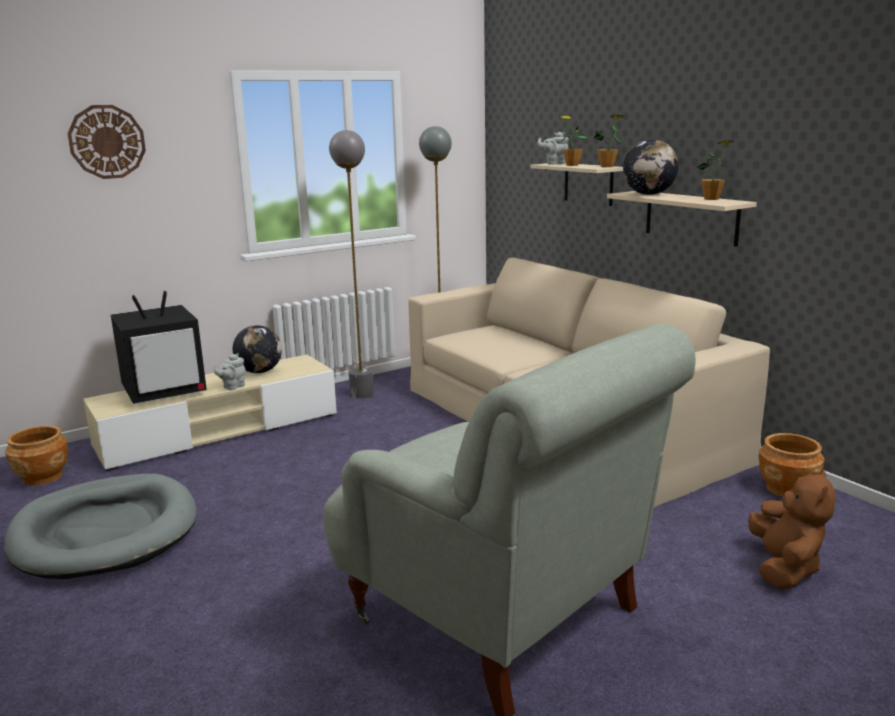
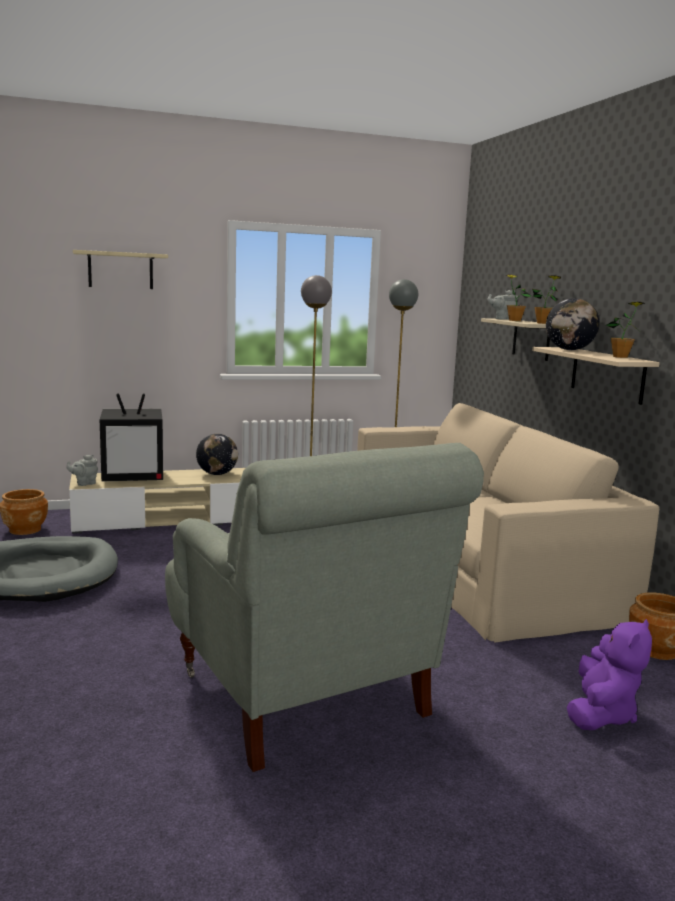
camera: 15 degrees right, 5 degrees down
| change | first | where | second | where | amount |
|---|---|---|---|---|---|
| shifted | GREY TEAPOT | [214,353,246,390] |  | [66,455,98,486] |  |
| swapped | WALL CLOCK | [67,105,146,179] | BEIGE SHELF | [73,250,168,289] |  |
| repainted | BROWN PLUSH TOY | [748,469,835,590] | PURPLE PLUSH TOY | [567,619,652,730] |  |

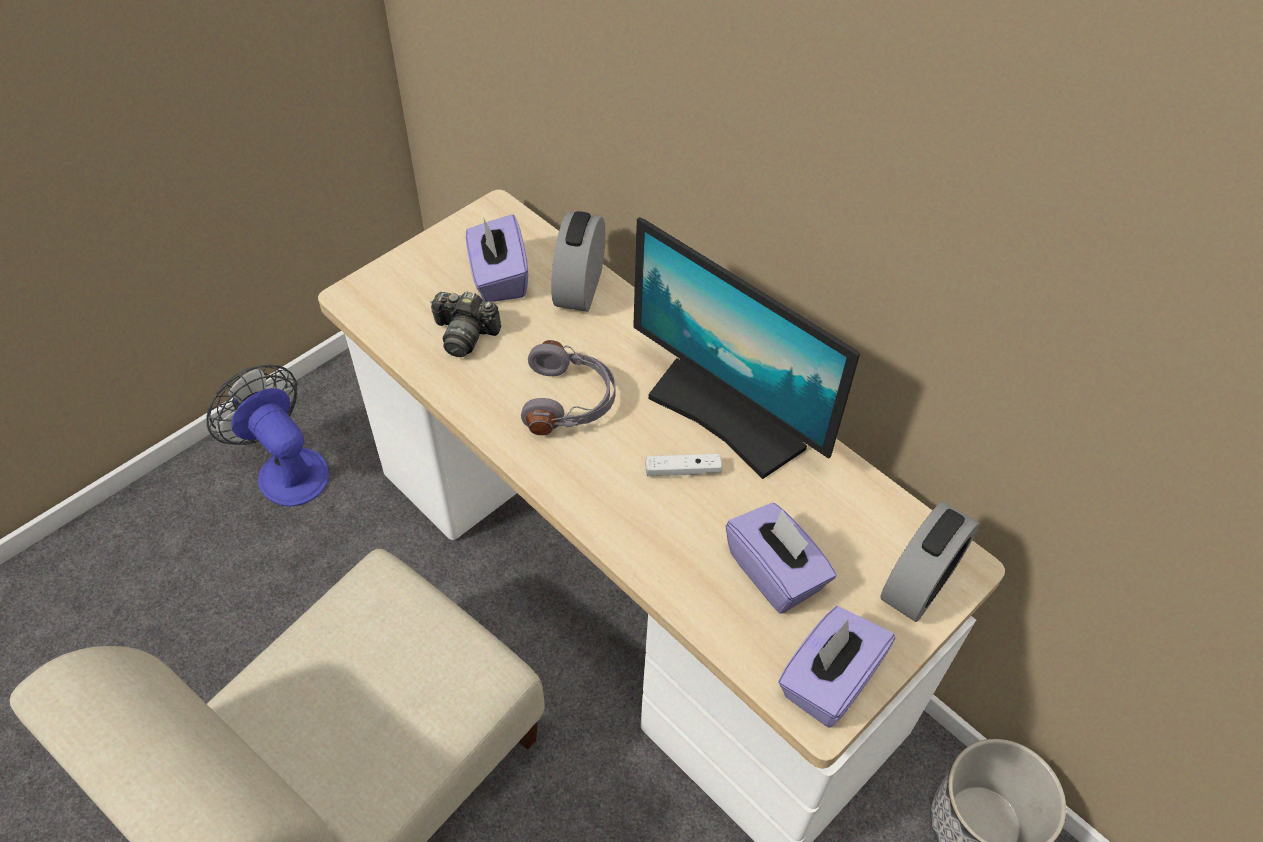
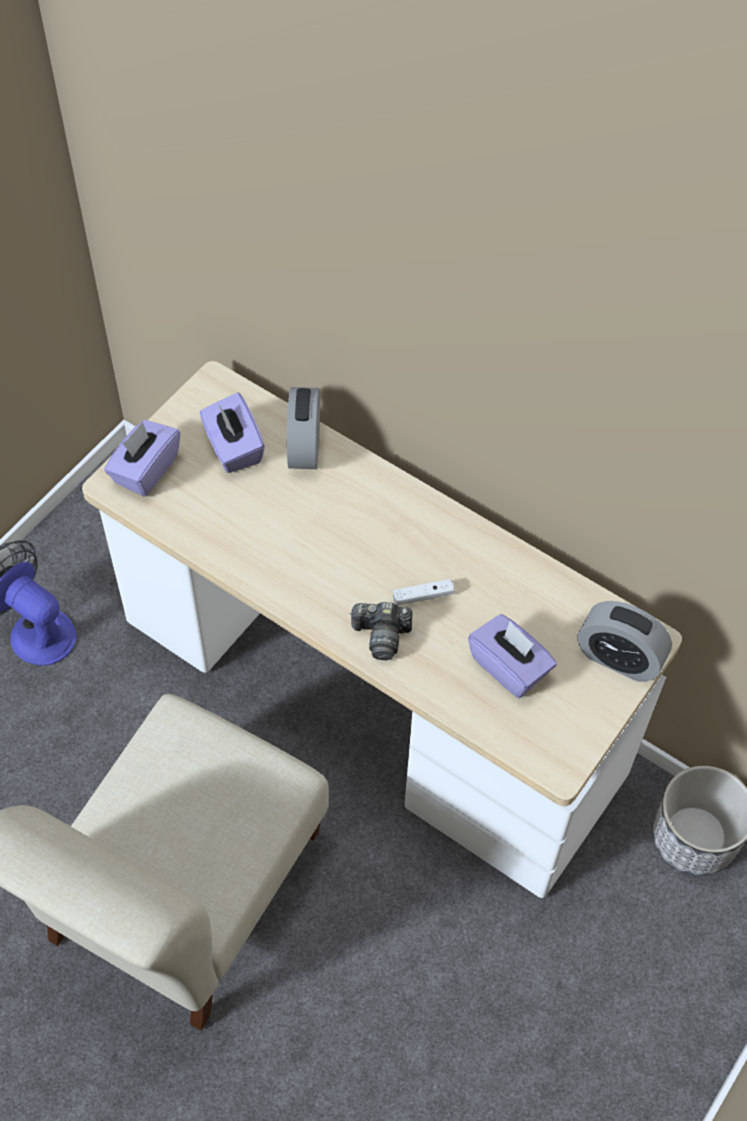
camera: 10 degrees left, 5 degrees up
| change | first | where | second | where | amount |
|---|---|---|---|---|---|
| gone | GREY HEADPHONES | [521,340,616,435] |  |  |  |
| gone | MONITOR | [633,217,860,479] |  |  |  |
| shifted | PHOTO CAMERA | [430,292,501,357] |  | [349,602,412,660] |  |
| shifted | PURPLE TISSUE BOX | [778,606,895,728] |  | [104,420,180,497] |  |
| rotated | ALARM CLOCK | [881,501,980,622] |  | [578,601,672,682] | 90 degrees clockwise |

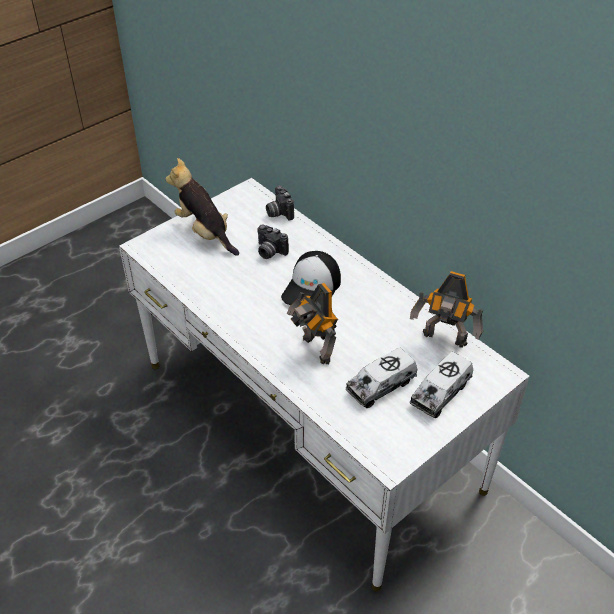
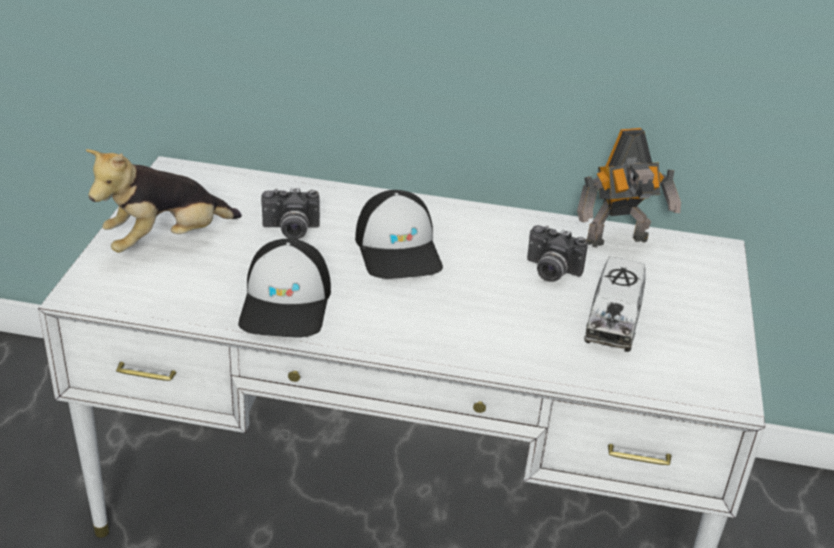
camera: 40 degrees left, 10 degrees down
| change | first | where | second | where | amount |
|---|---|---|---|---|---|
| gone | TOY ROBOT | [287,283,338,364] |  |  |  |
| gone | TOY TRUCK | [410,352,473,418] |  |  |  |
| new |  |  | CAP | [238,238,331,338] |  |
| shifted | PHOTO CAMERA | [266,185,294,221] |  | [527,225,588,282] |  |
| rotated | PLUSH TOY | [166,158,239,256] |  | [86,149,242,253] | 45 degrees counterclockwise |

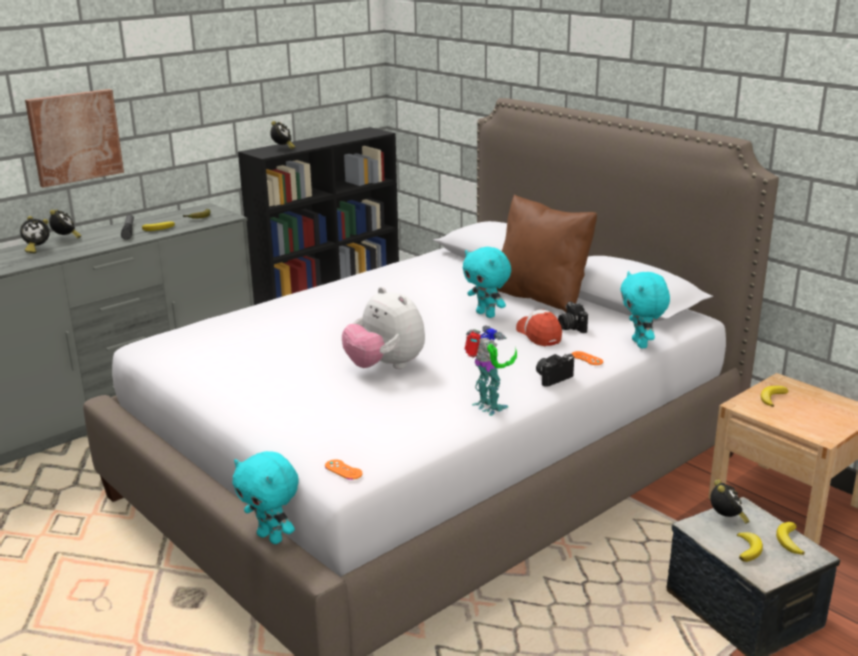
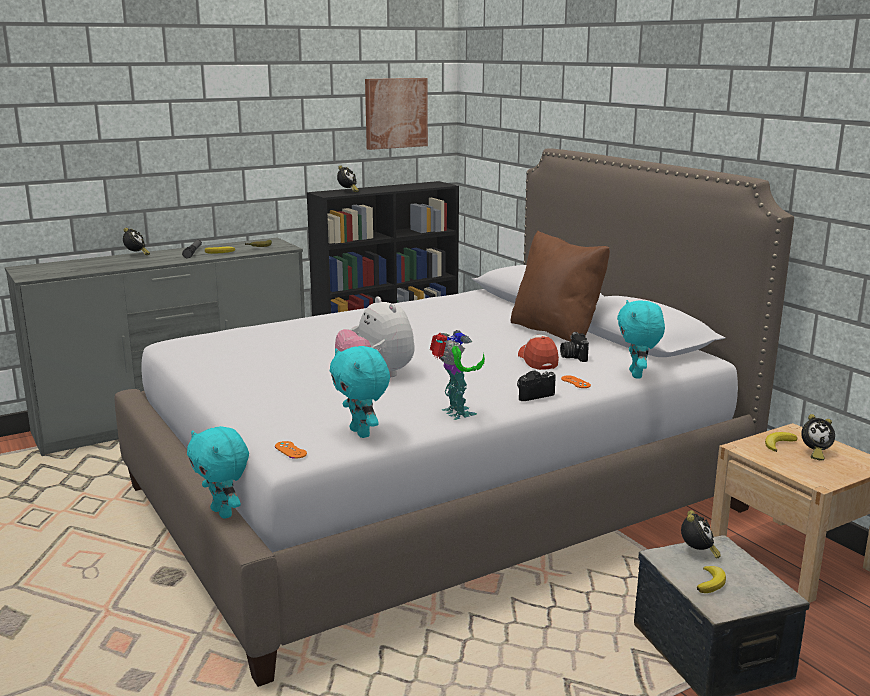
camera: 10 degrees right, 5 degrees down
| change | first | where | second | where | amount |
|---|---|---|---|---|---|
| gone | BANANA | [776,522,805,555] |  |  |  |
| shifted | ALARM CLOCK | [20,216,50,253] |  | [801,414,835,461] |  |
| shifted | PICTURE | [25,89,124,188] |  | [365,78,428,150] |  |
| shifted | TURQUOISE PLUSH TOY | [463,247,511,318] |  | [330,346,390,438] |  |

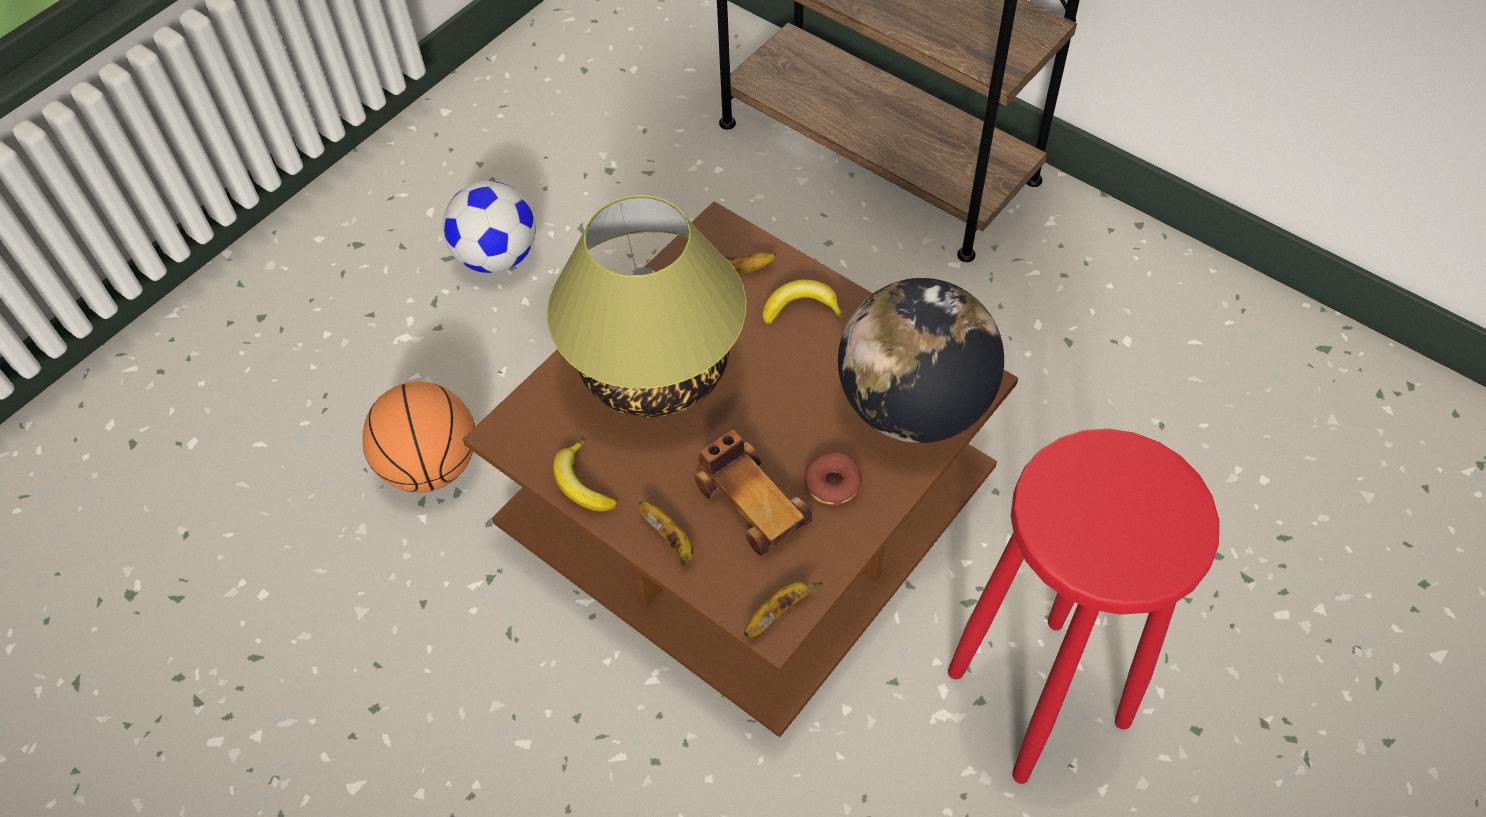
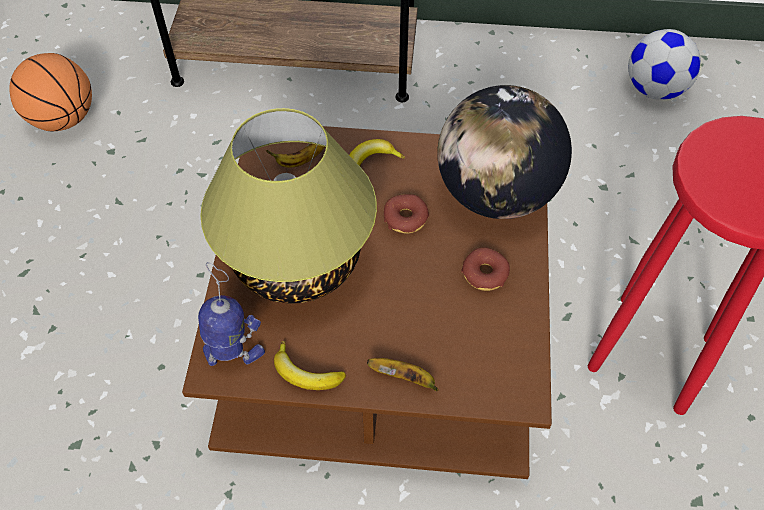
camera: 35 degrees left, 0 degrees up
| change | first | where | second | where | amount |
|---|---|---|---|---|---|
| gone | TOY CAR | [694,430,813,556] |  |  |  |
| gone | BANANA | [744,581,823,637] |  |  |  |
| new |  |  | TOY ROBOT | [198,262,265,366] |  |
| new |  |  | DONUT | [384,194,429,234] |  |
| shifted | BASKETBALL | [363,381,475,493] |  | [9,53,92,131] |  |
| shifted | FOOTBALL | [443,181,536,273] |  | [628,29,701,100] |  |

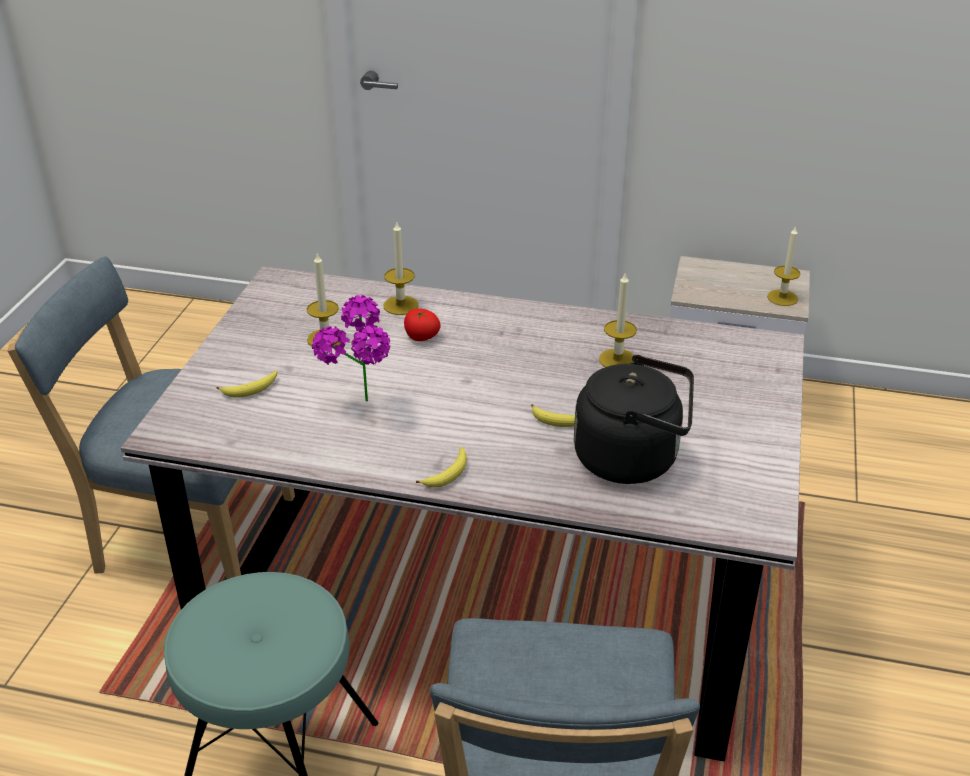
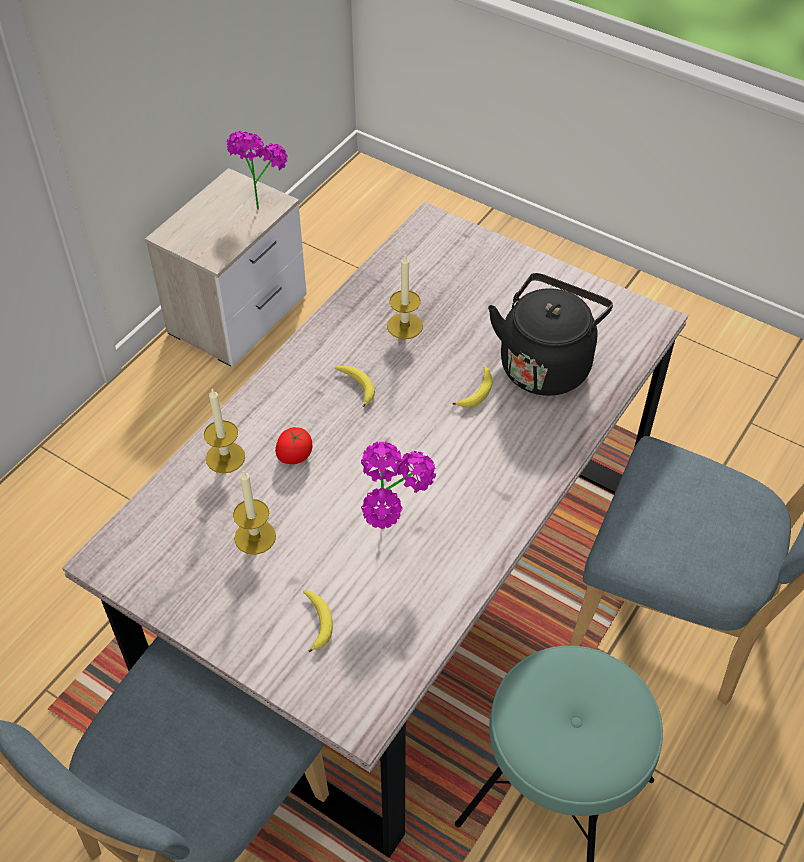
camera: 70 degrees left, 15 degrees up
| change | first | where | second | where | amount |
|---|---|---|---|---|---|
| shifted | BANANA | [416,447,467,487] |  | [335,366,375,407] |  |
| swapped | CANDLE | [767,225,801,306] | POTTED PLANT | [226,130,288,210] |  |

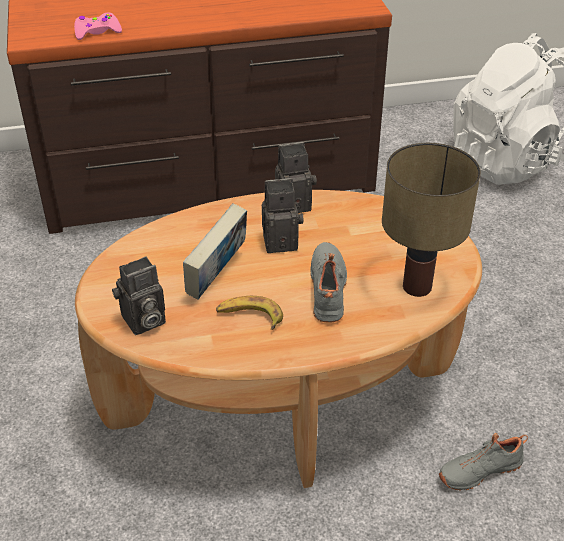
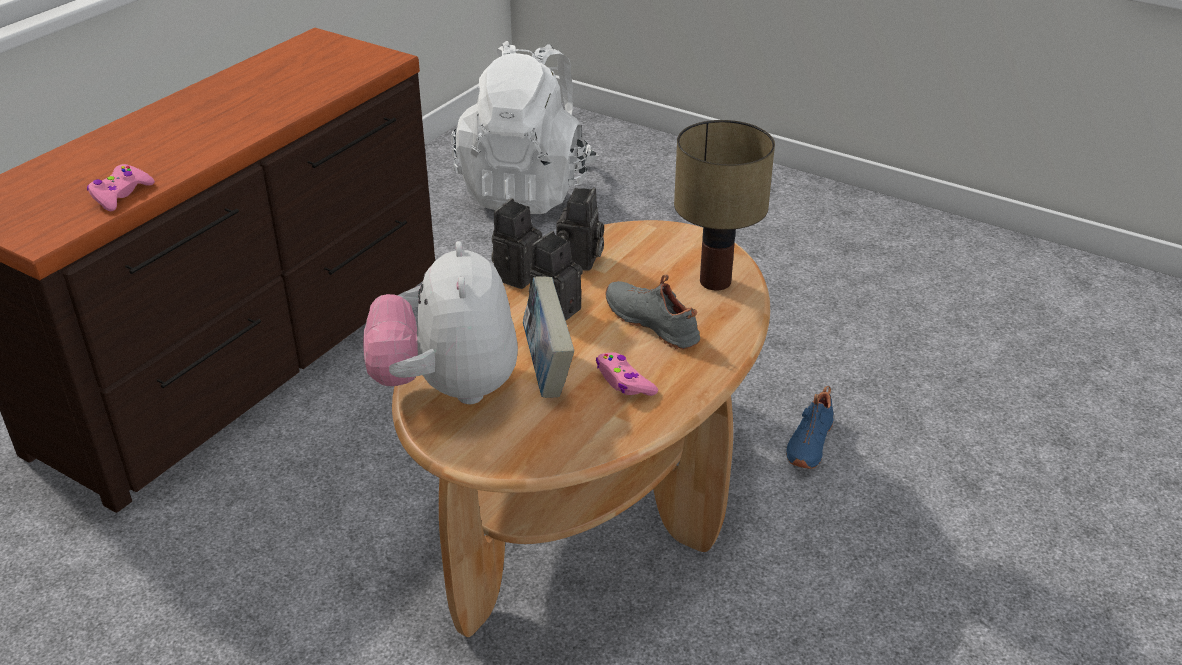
camera: 45 degrees left, 5 degrees down
| change | first | where | second | where | amount |
|---|---|---|---|---|---|
| new |  |  | PLUSH TOY | [363,241,518,404] |  |
| shifted | PHOTO CAMERA | [112,256,166,335] |  | [556,187,604,271] |  |
| swapped | BANANA | [216,296,283,330] | PINK GAME CONTROLLER | [596,352,658,396] |  |
| repainted | GREY SHOE | [439,433,528,491] | BLUE SHOE | [786,386,833,469] |  |

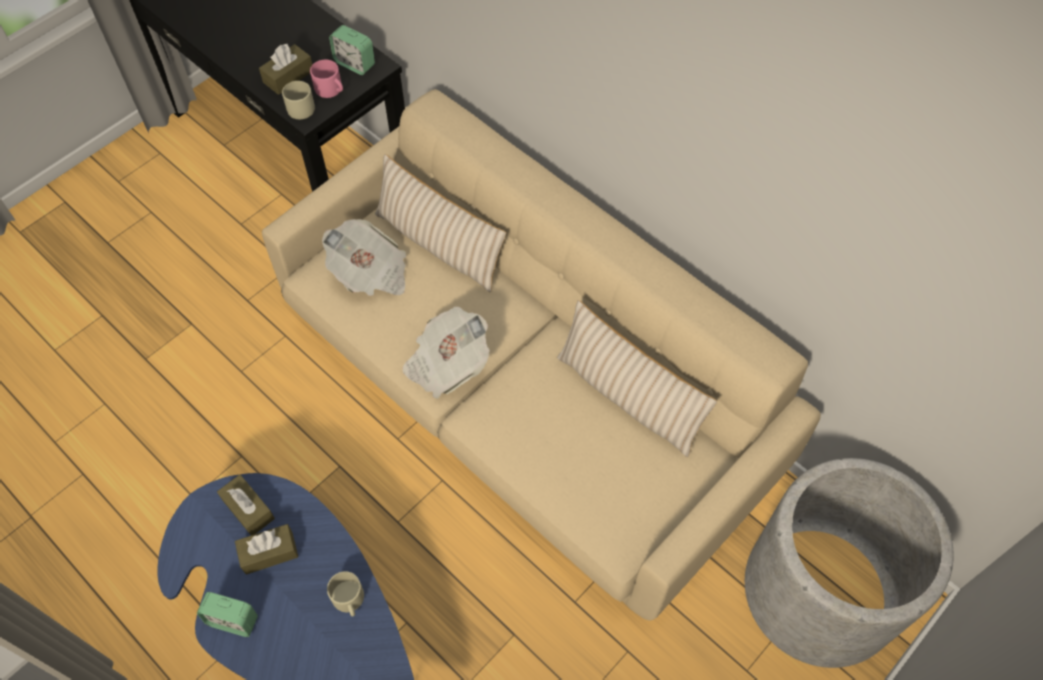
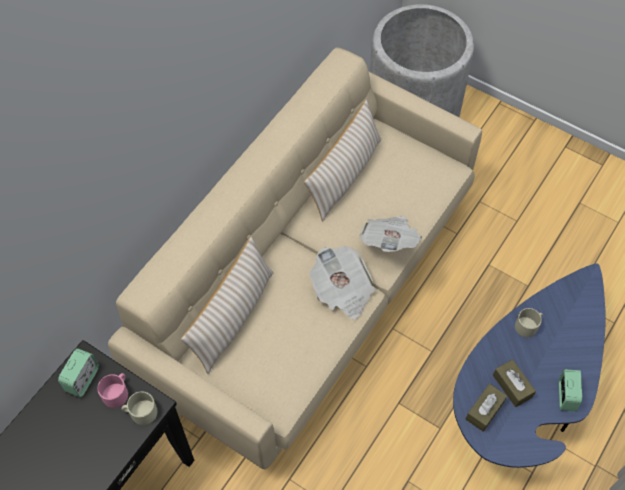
camera: 100 degrees left, 0 degrees up
| change | first | where | second | where | amount |
|---|---|---|---|---|---|
| gone | BROWN TISSUE BOX | [259,43,312,95] |  |  |  |
| shifted | NEWSPAPER | [322,219,406,296] |  | [359,216,422,252] |  |

